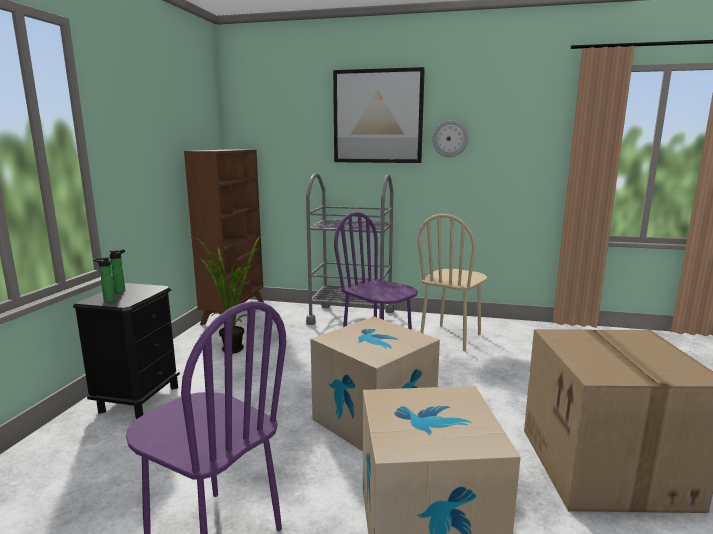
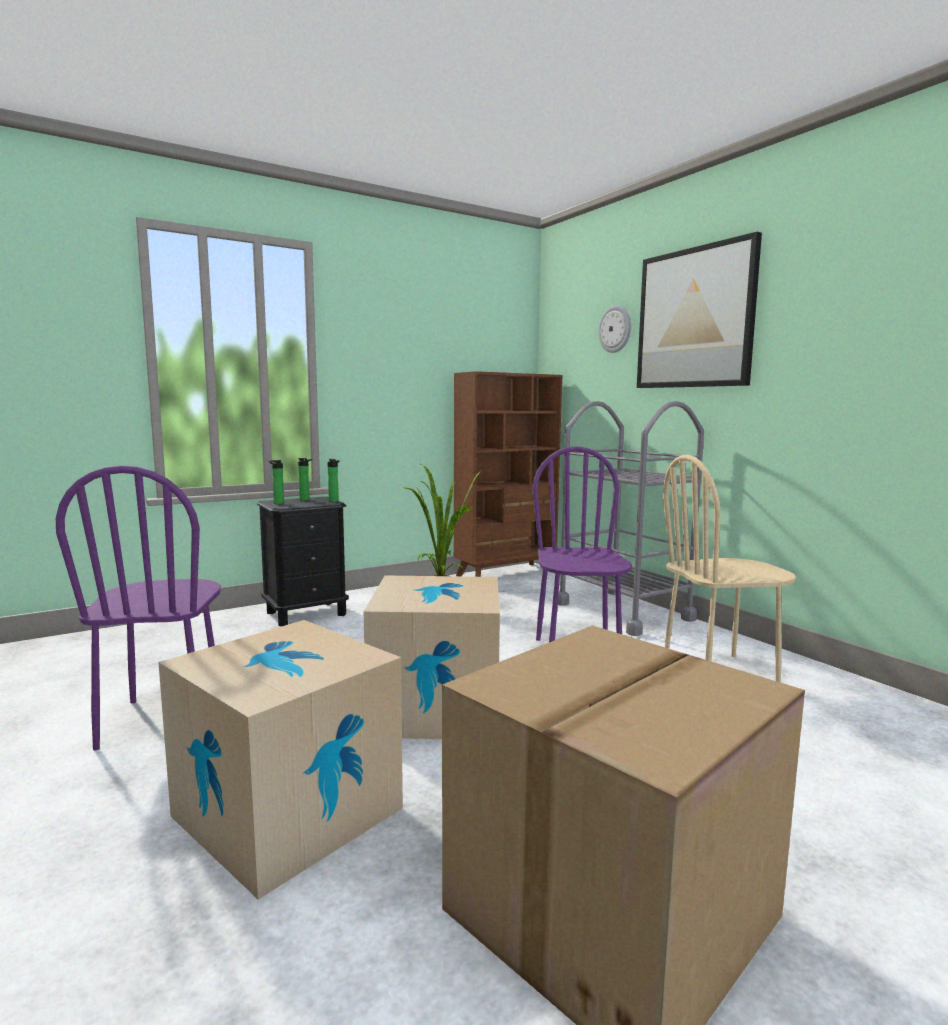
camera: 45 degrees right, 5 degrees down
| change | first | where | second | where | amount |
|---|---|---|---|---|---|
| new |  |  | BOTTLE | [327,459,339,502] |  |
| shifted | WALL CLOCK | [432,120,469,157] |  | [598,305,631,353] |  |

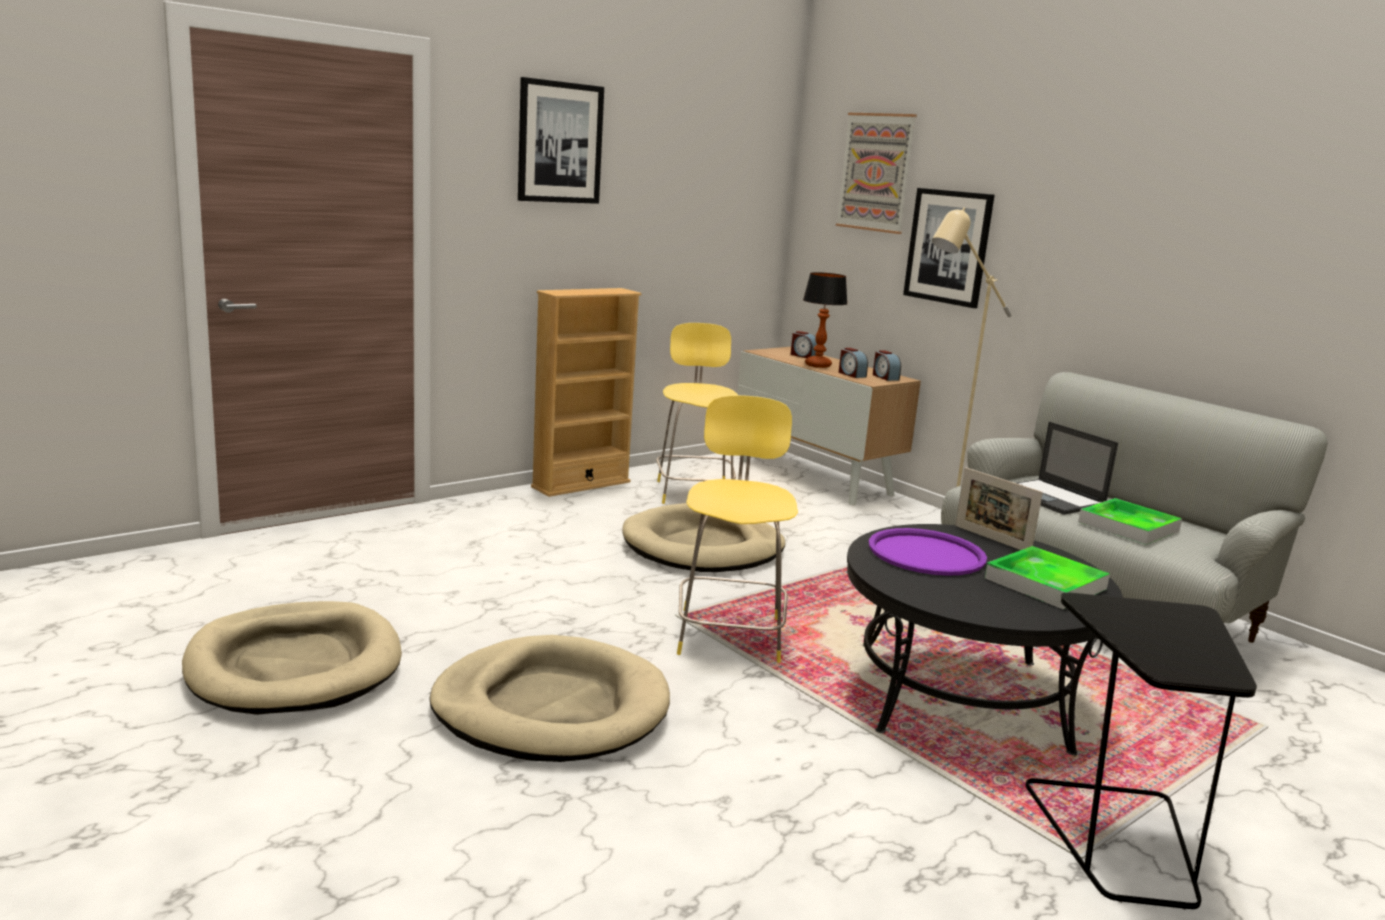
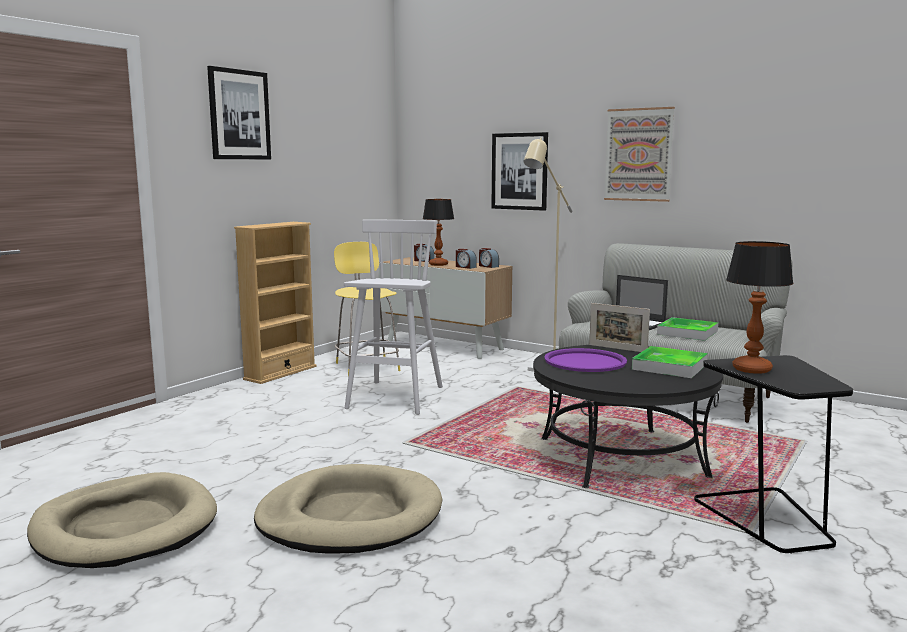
camera: 15 degrees left, 5 degrees down
| change | first | where | second | where | amount |
|---|---|---|---|---|---|
| gone | YELLOW STOOL | [677,395,798,663] |  |  |  |
| new |  |  | TABLE LAMP | [726,241,794,374] |  |
| shifted | PICTURE | [836,113,917,234] |  | [604,107,675,202] |  |
| swapped | BEIGE DOG BED | [622,503,785,572] | WHITE STOOL | [344,219,443,415] |  |

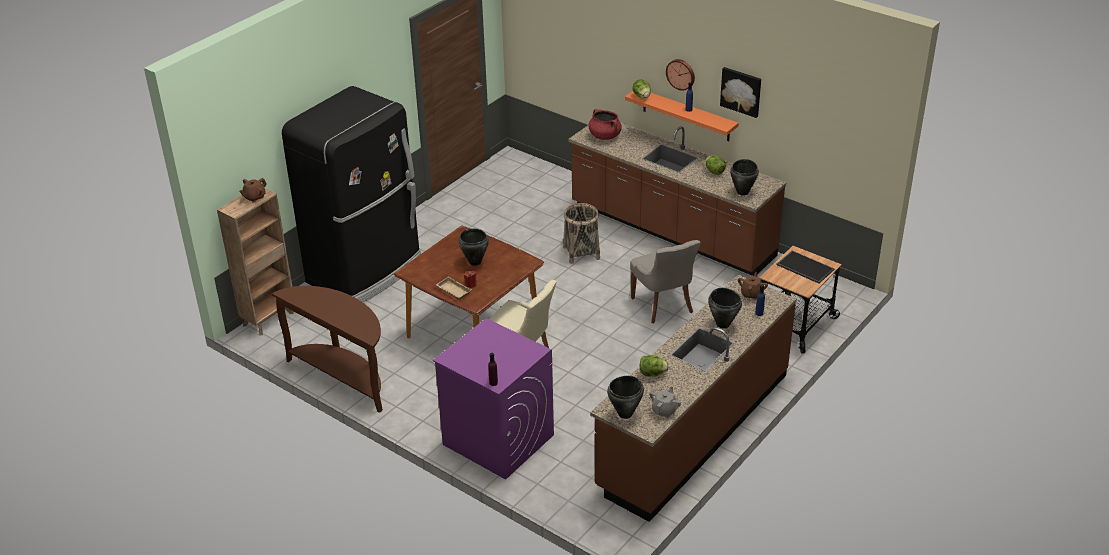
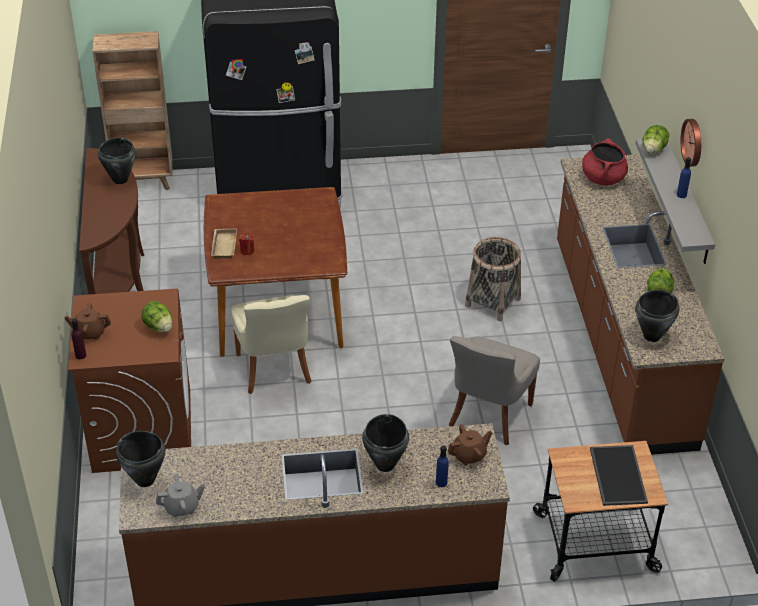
camera: 45 degrees right, 5 degrees up
| change | first | where | second | where | amount |
|---|---|---|---|---|---|
| gone | PICTURE | [720,67,761,118] |  |  |  |
| shifted | BROWN TEAPOT | [240,178,267,203] |  | [64,303,111,340] |  |
| shifted | BLACK COOKING POT | [459,228,489,266] |  | [98,138,136,184] |  |
| shifted | LETTUCE | [640,355,669,377] |  | [141,301,172,332] |  |
| repainted | PURPLE WASHING MACHINE | [433,318,554,480] | BROWN WASHING MACHINE | [68,289,191,473] |  |
| repainted | ORANGE SHELF | [625,91,739,141] | GREY SHELF | [635,138,715,264] |  |

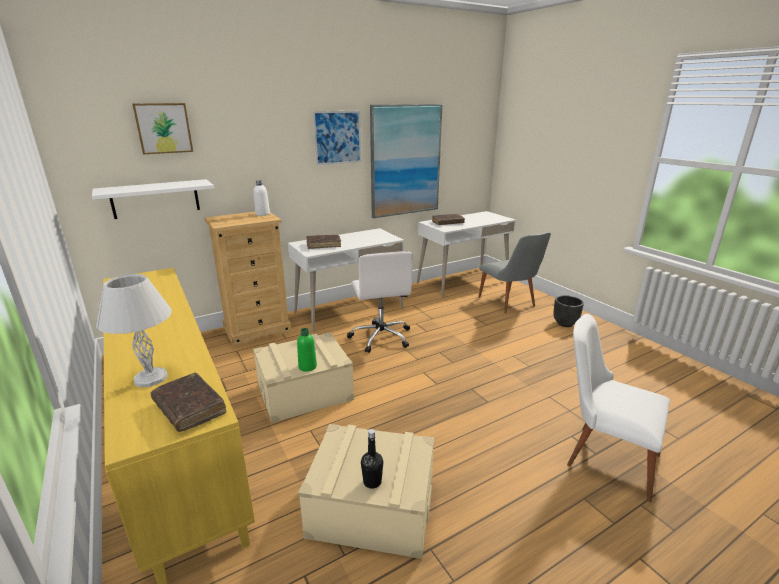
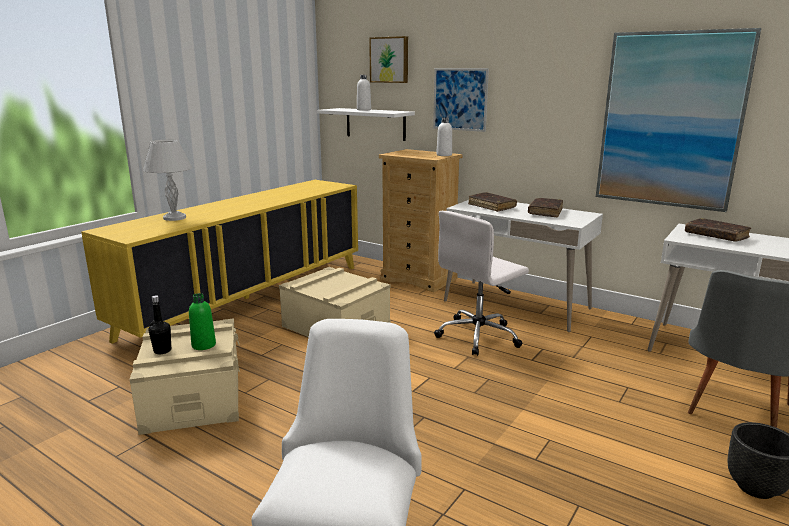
camera: 65 degrees right, 5 degrees down
| change | first | where | second | where | amount |
|---|---|---|---|---|---|
| new |  |  | WHITE BOTTLE | [357,75,371,111] |  |
| shifted | BROWN BOOK | [150,373,227,432] |  | [528,198,563,217] |  |
| shifted | GREEN BOTTLE | [297,328,317,372] |  | [189,293,216,350] |  |
| shifted | PICTURE | [313,111,361,166] |  | [433,68,489,132] |  |

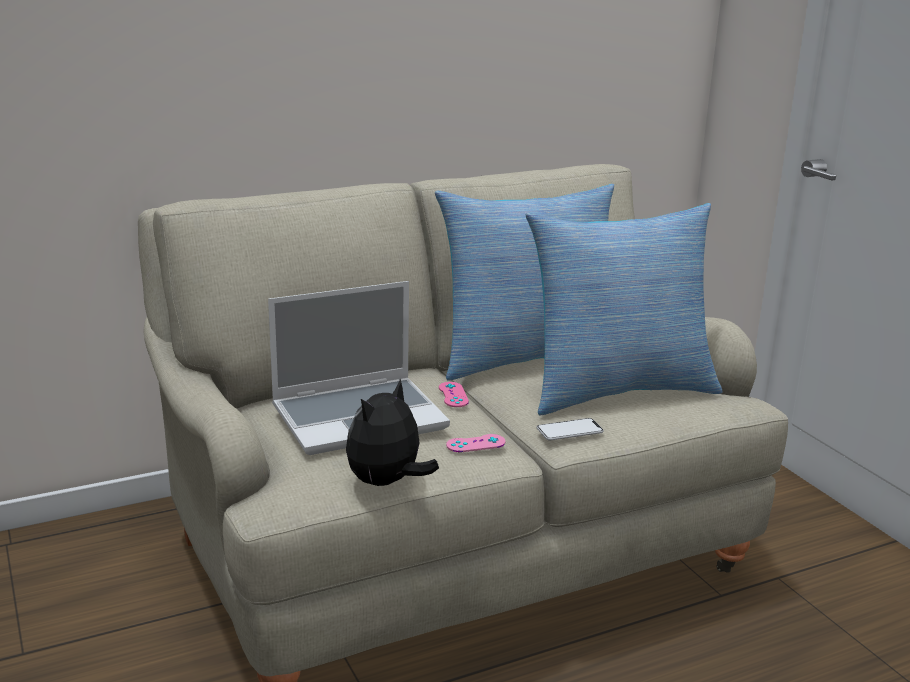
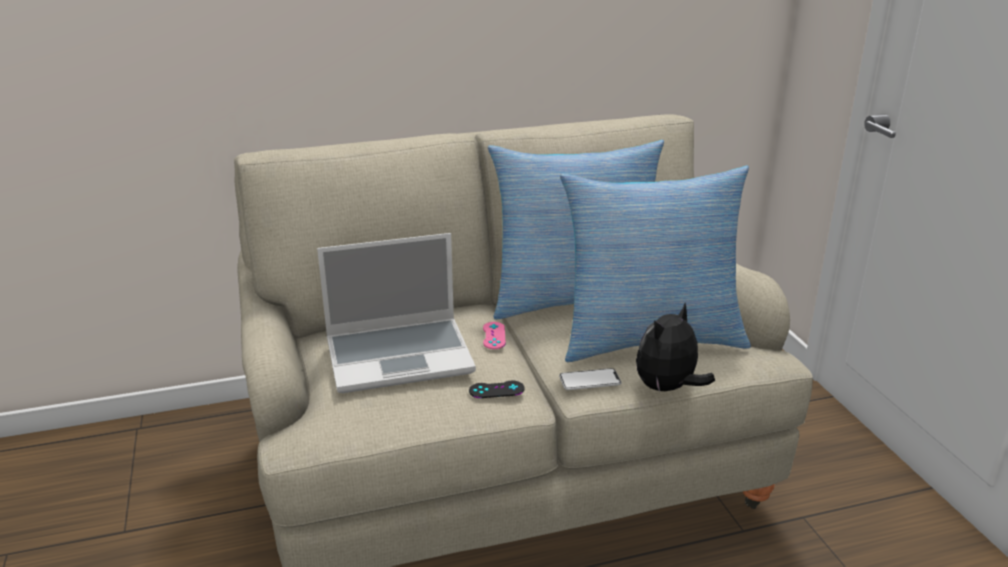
camera: 10 degrees right, 5 degrees up
| change | first | where | second | where | amount |
|---|---|---|---|---|---|
| shifted | PLUSH TOY | [346,379,439,486] |  | [636,303,715,392] |  |
| repainted | PINK GAME CONTROLLER | [446,434,505,452] | BLACK GAME CONTROLLER | [469,381,525,398] |  |

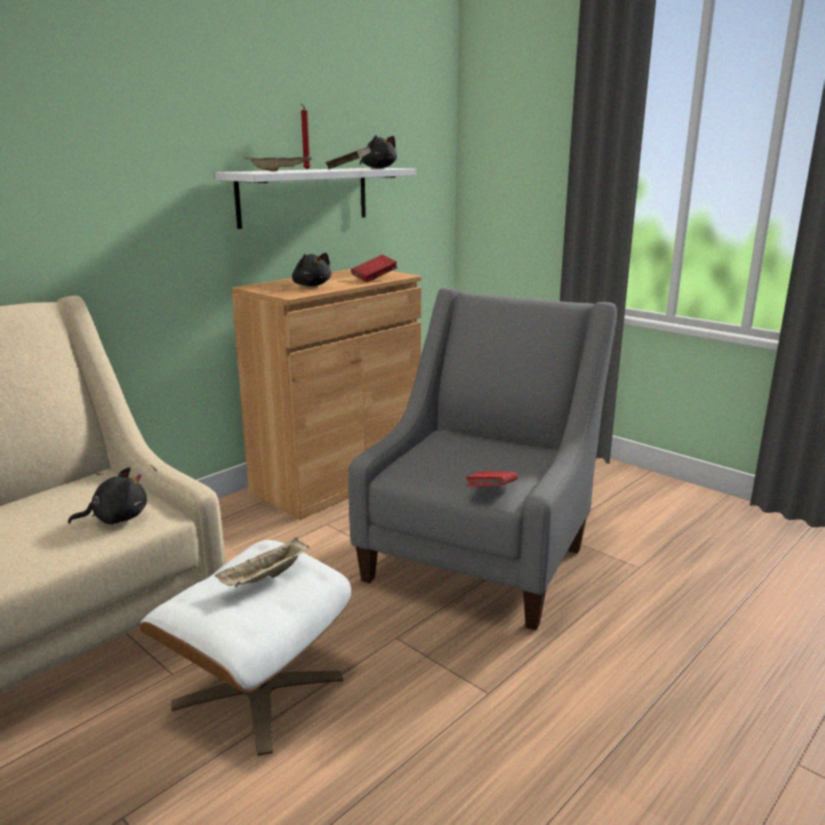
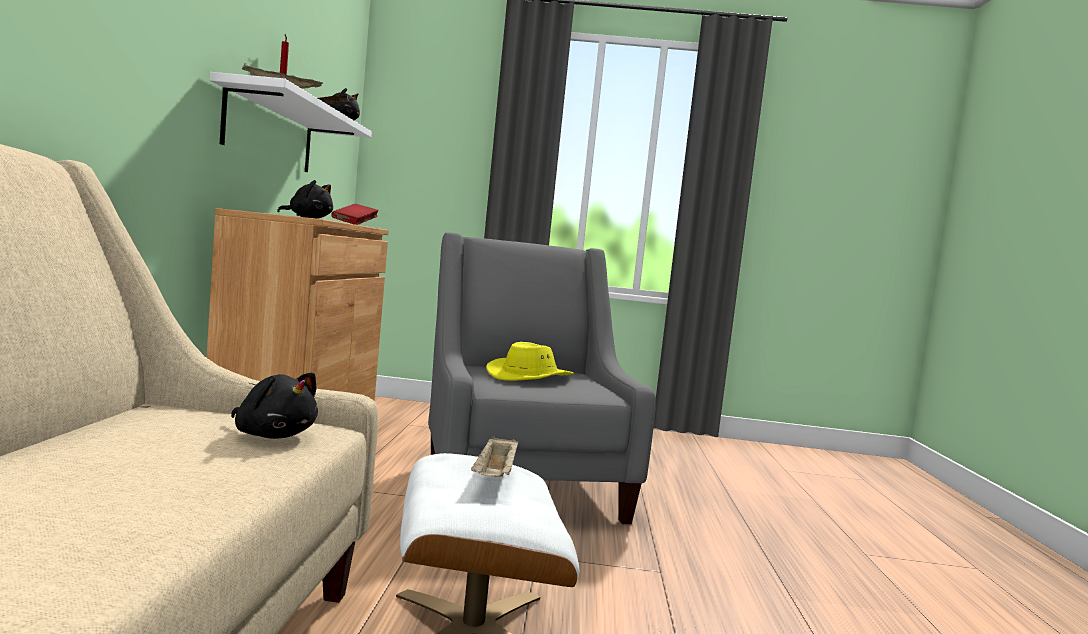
camera: 40 degrees left, 15 degrees down
| change | first | where | second | where | amount |
|---|---|---|---|---|---|
| gone | RED BOOK | [466,471,518,487] |  |  |  |
| new |  |  | YELLOW HAT | [486,342,573,381] |  |
| rotated | BLACK PLUSH TOY | [68,467,147,525] |  | [231,373,318,439] | 90 degrees clockwise |

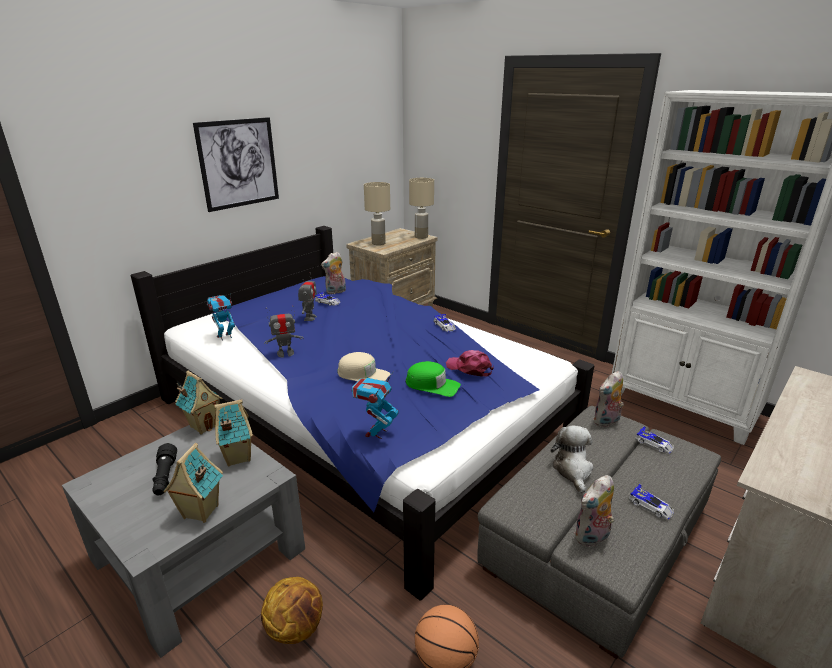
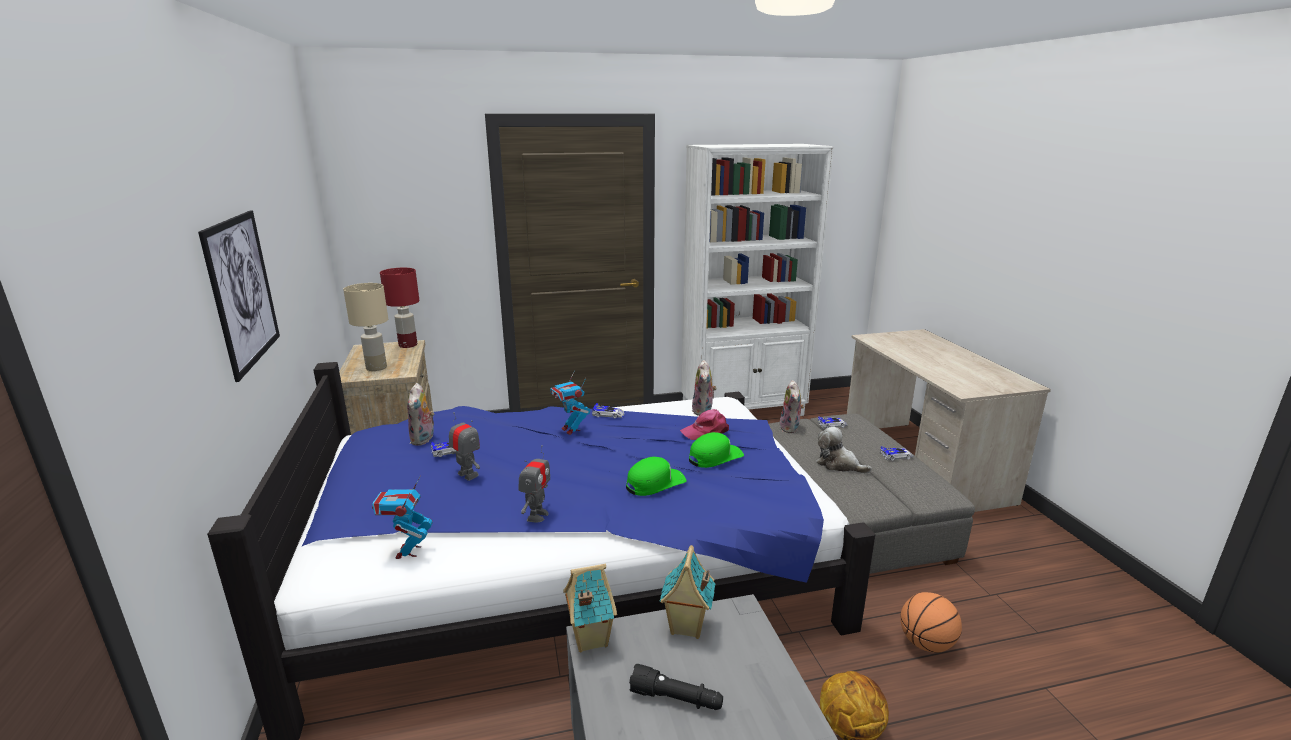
camera: 55 degrees left, 5 degrees down
| change | first | where | second | where | amount |
|---|---|---|---|---|---|
| gone | TOY HOUSE | [163,443,223,523] |  |  |  |
| shifted | TOY ROBOT | [352,371,399,439] |  | [550,370,590,435] |  |
| shifted | PLUSH TOY | [574,475,614,547] |  | [692,360,717,416] |  |
| repainted | BEIGE CAP | [337,352,390,381] | GREEN CAP | [626,457,687,496] |  |
| repainted | BEIGE TABLE LAMP | [409,178,434,239] | RED TABLE LAMP | [380,268,419,348] |  |

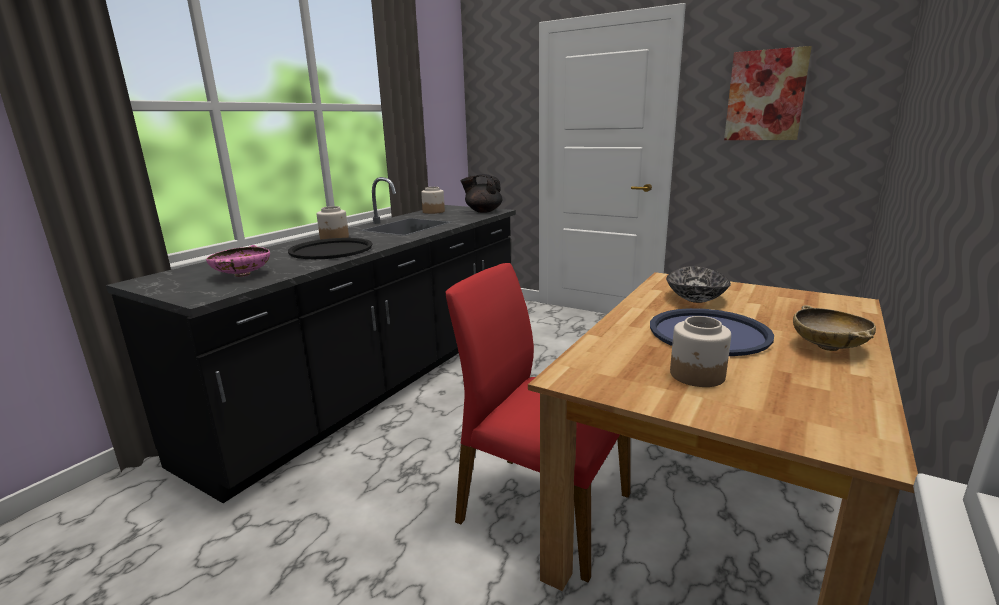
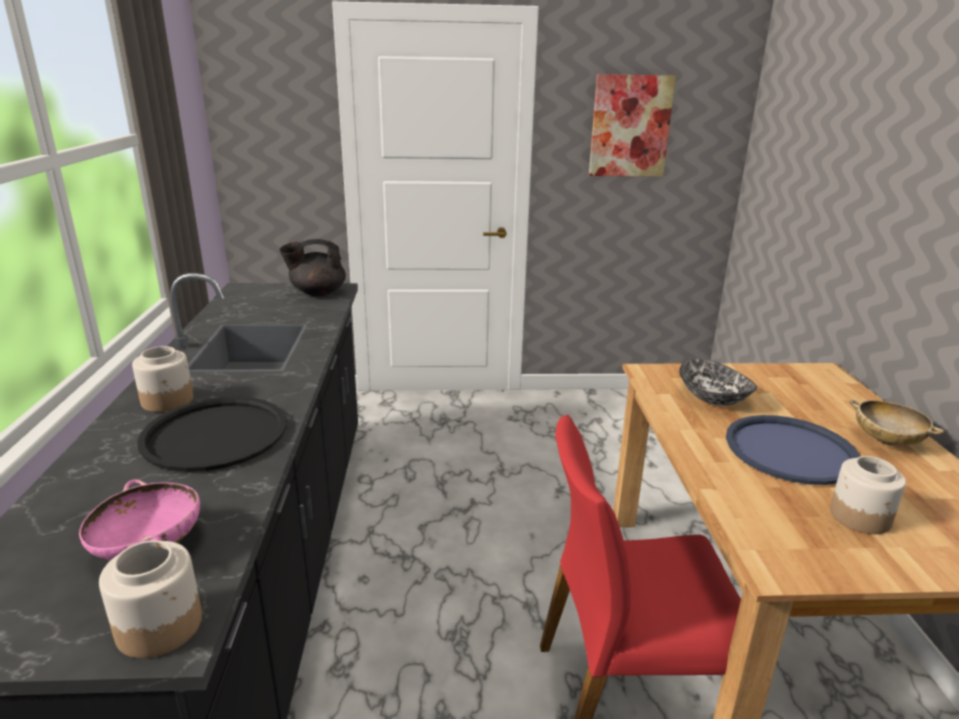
camera: 35 degrees left, 5 degrees up
| change | first | where | second | where | amount |
|---|---|---|---|---|---|
| shifted | JAR | [421,187,445,214] |  | [99,540,202,658] |  |

